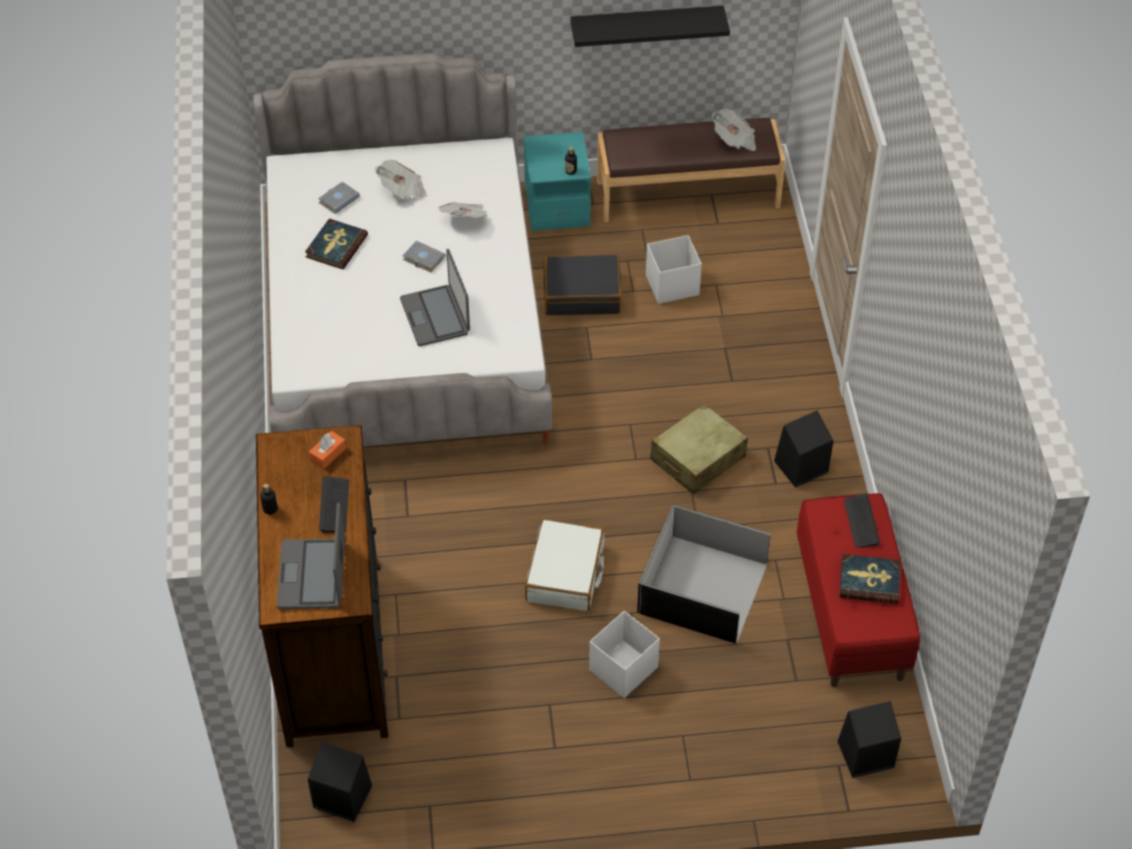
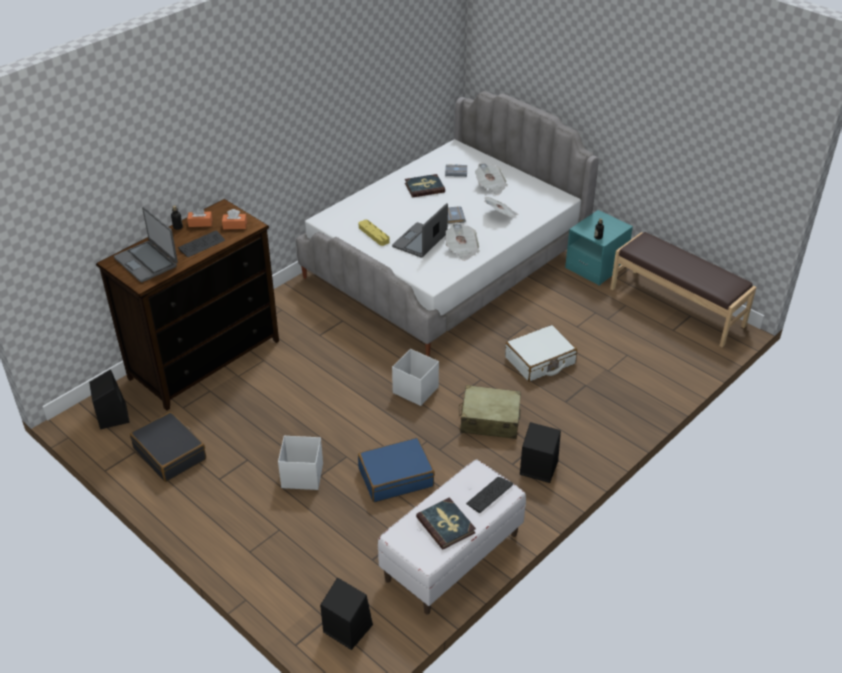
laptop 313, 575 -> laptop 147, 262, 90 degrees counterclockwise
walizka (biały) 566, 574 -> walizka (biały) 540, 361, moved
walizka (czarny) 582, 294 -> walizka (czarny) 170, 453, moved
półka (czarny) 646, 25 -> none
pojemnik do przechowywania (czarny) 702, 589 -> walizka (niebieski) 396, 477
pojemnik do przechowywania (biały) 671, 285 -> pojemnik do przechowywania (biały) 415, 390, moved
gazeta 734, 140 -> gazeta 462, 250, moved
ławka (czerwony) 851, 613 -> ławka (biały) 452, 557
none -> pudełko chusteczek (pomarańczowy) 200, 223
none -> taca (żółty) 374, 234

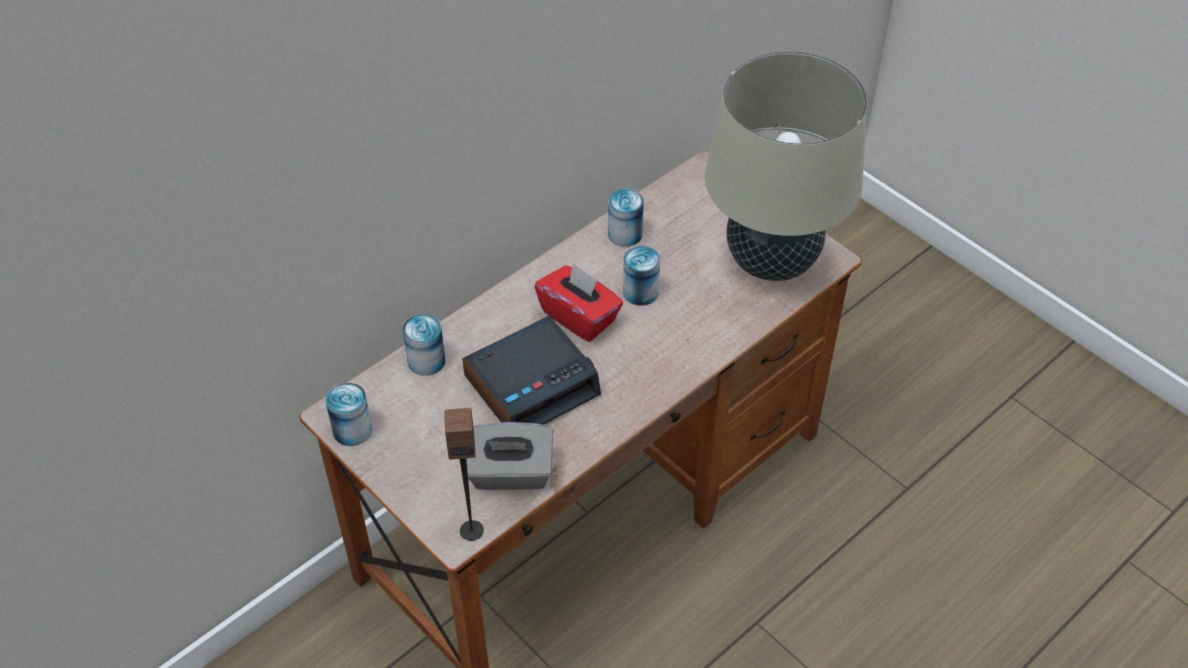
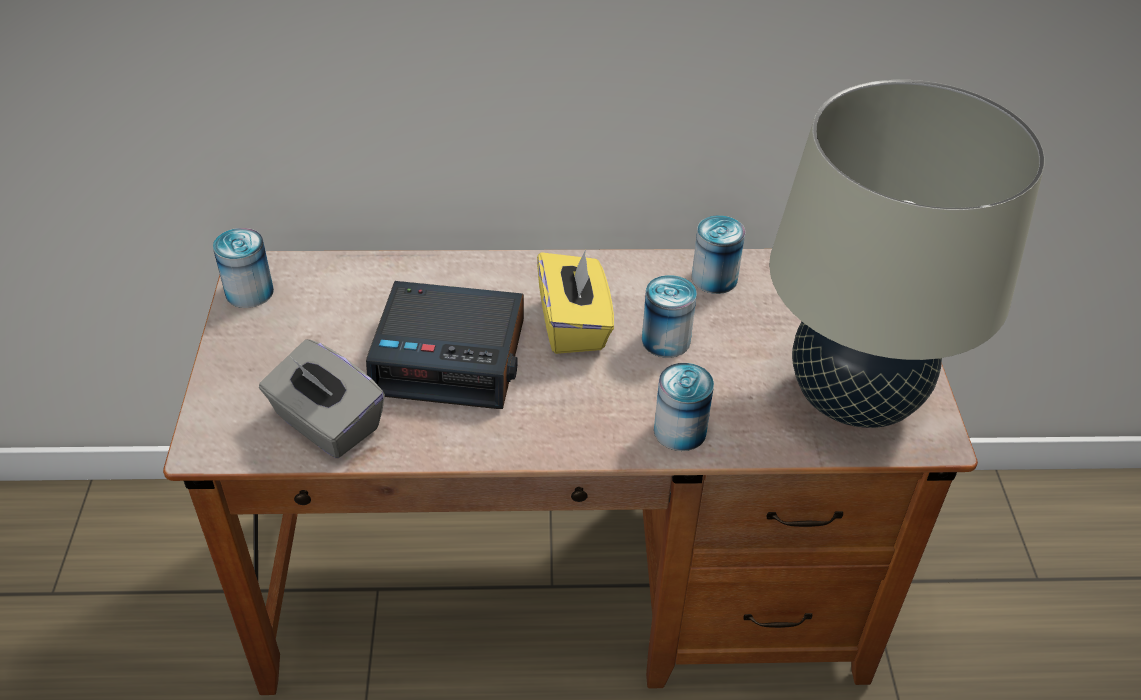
puszka 426, 361 -> puszka 680, 430, moved
głośnik 471, 530 -> none
pudełko chusteczek (czerwony) 579, 317 -> pudełko chusteczek (żółty) 574, 325

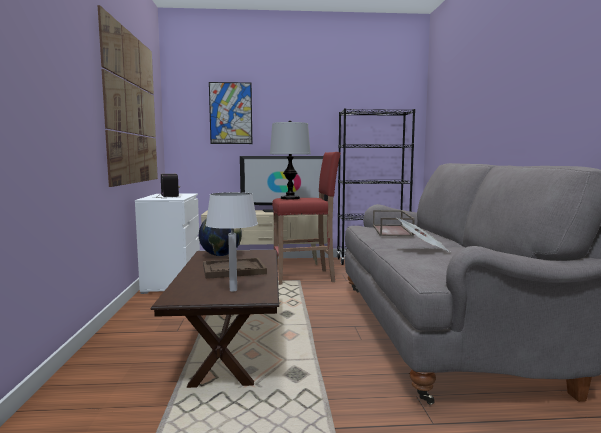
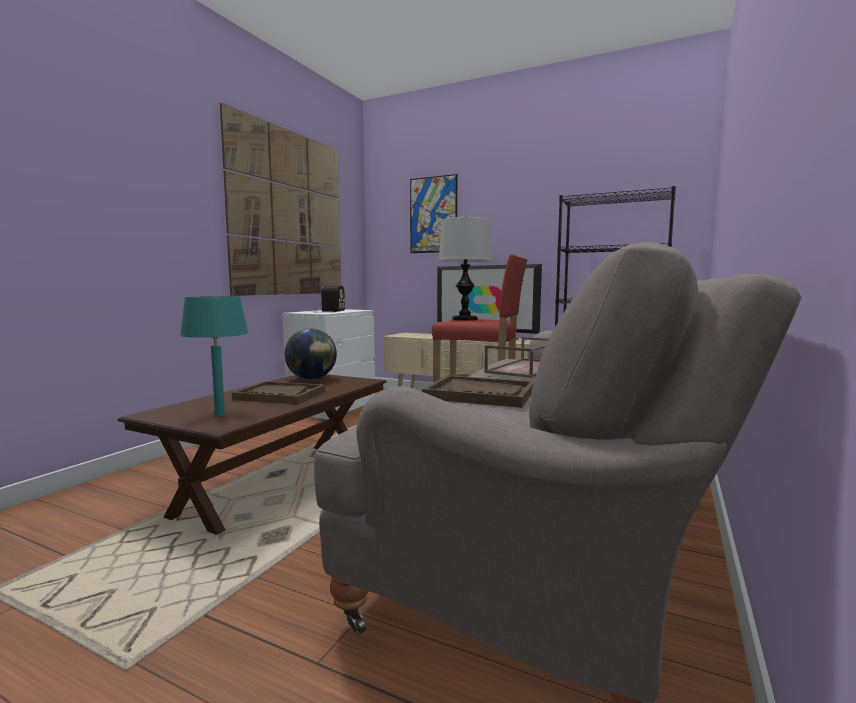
lampa stołowa (biały) 233, 290 -> lampa stołowa (turkusowy) 219, 414
gazeta 423, 249 -> taca (brązowy) 480, 394

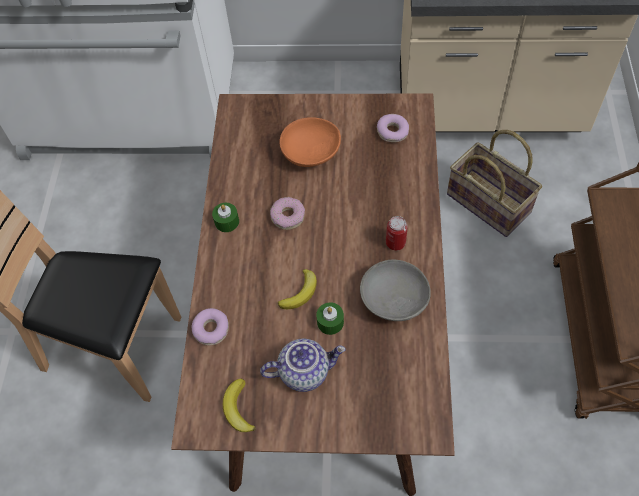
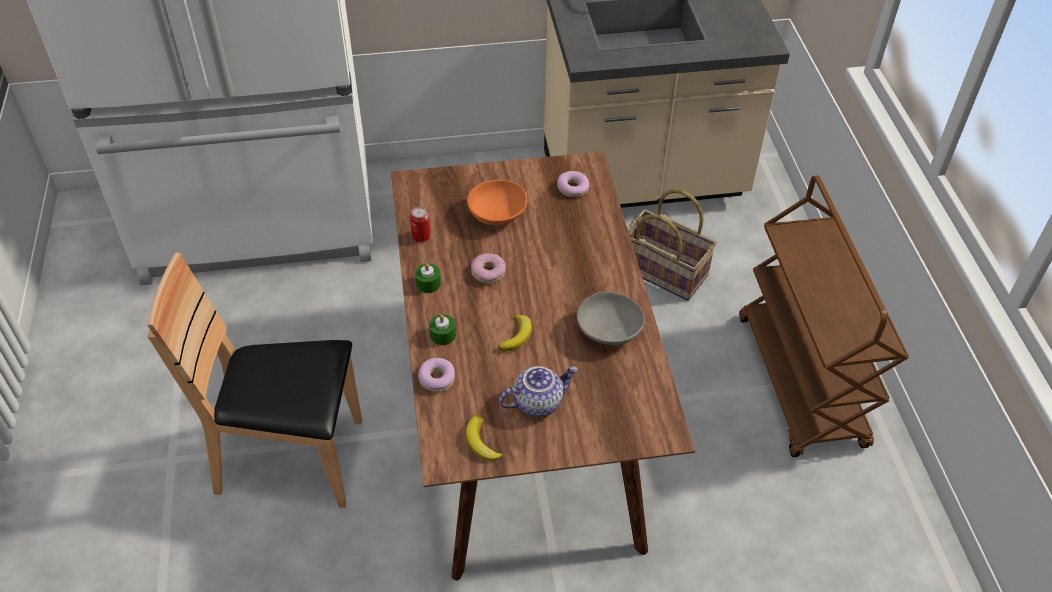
świeca (zielony) 330, 322 -> świeca (zielony) 443, 335, moved
puszka 395, 243 -> puszka 421, 236, moved

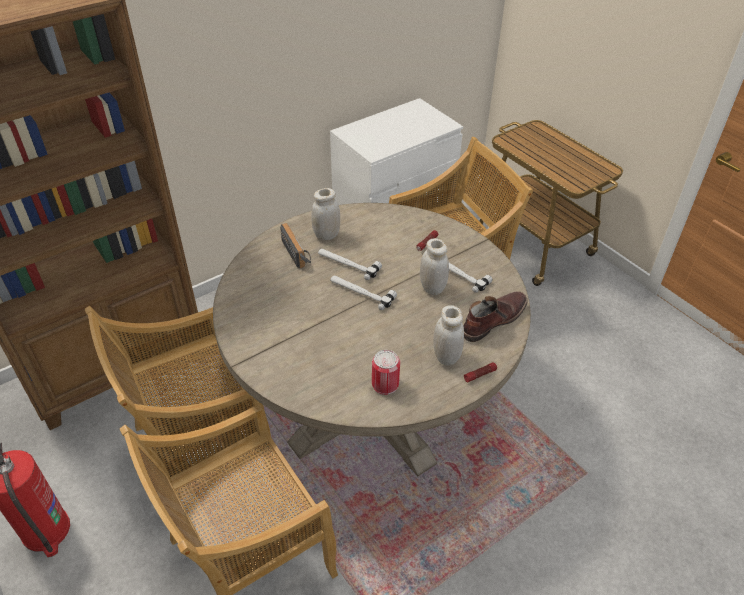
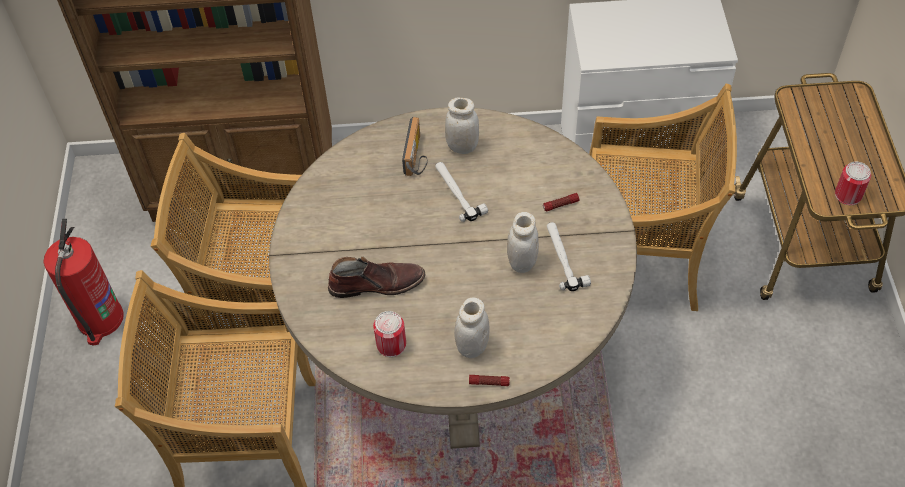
młotek 361, 292 -> none
but z cholewką (brązowy) 492, 320 -> but z cholewką (brązowy) 377, 283, moved
none -> puszka 848, 195

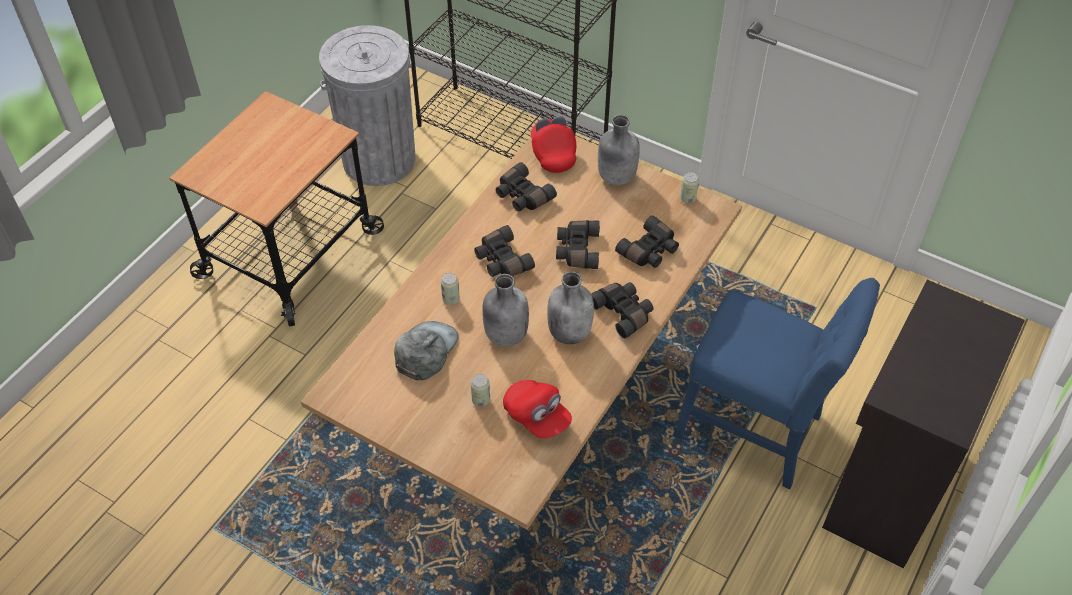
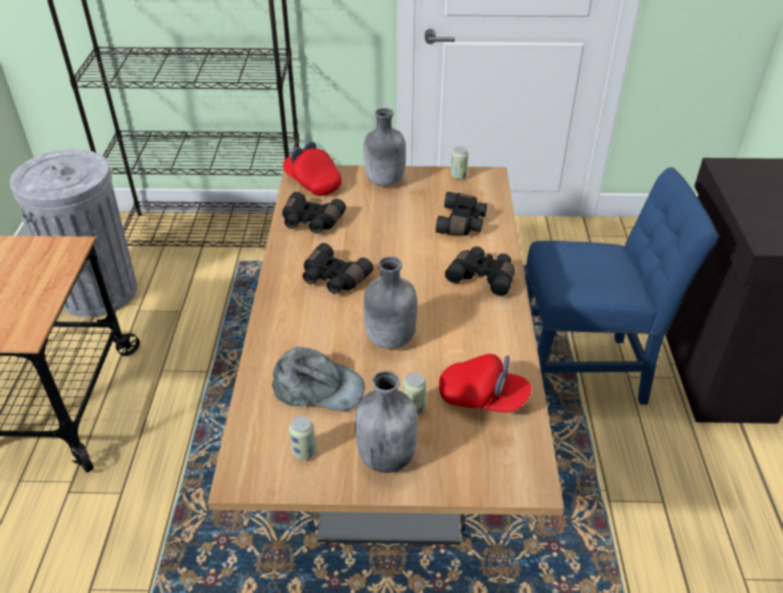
czapka z daszkiem (szary) 425, 351 -> czapka z daszkiem (szary) 318, 388, 105 degrees clockwise
puszka 451, 299 -> puszka 304, 452, moved
butelka (szary) 569, 332 -> butelka (szary) 386, 456, moved
lornetka (czarny) 577, 250 -> none

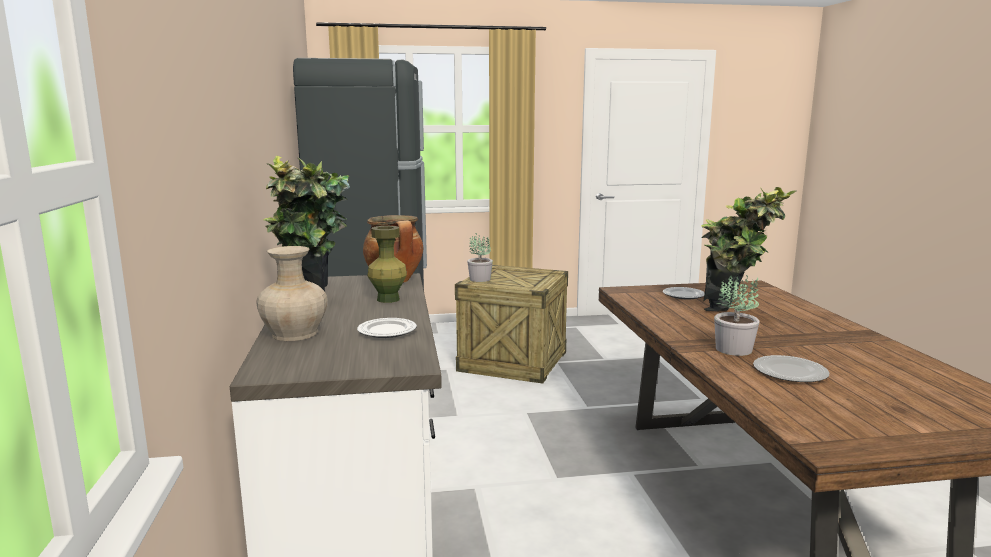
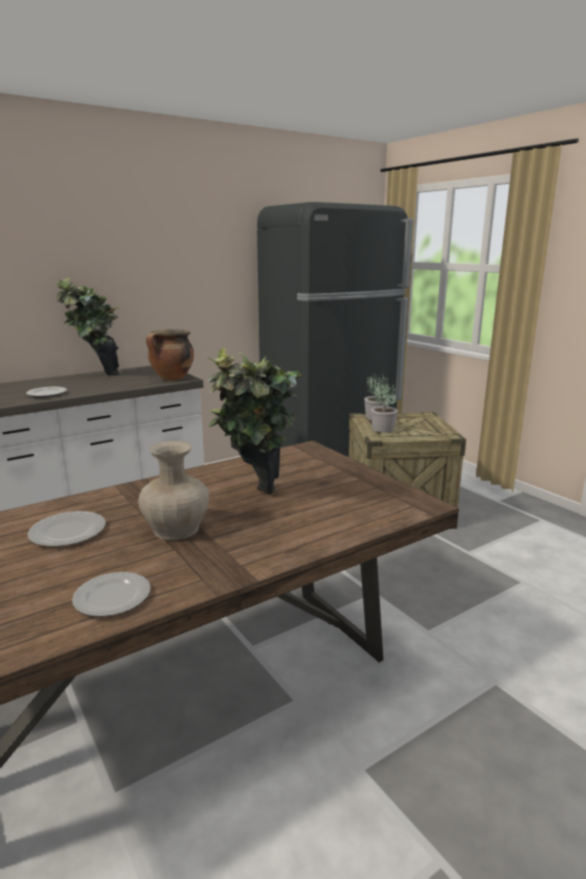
wazon (beżowy) 295, 334 -> wazon (beżowy) 175, 529, moved
wazon (zielony) 388, 299 -> none
talerz 683, 295 -> talerz 112, 597, moved
roślina doniczkowa 734, 349 -> roślina doniczkowa 383, 429, moved

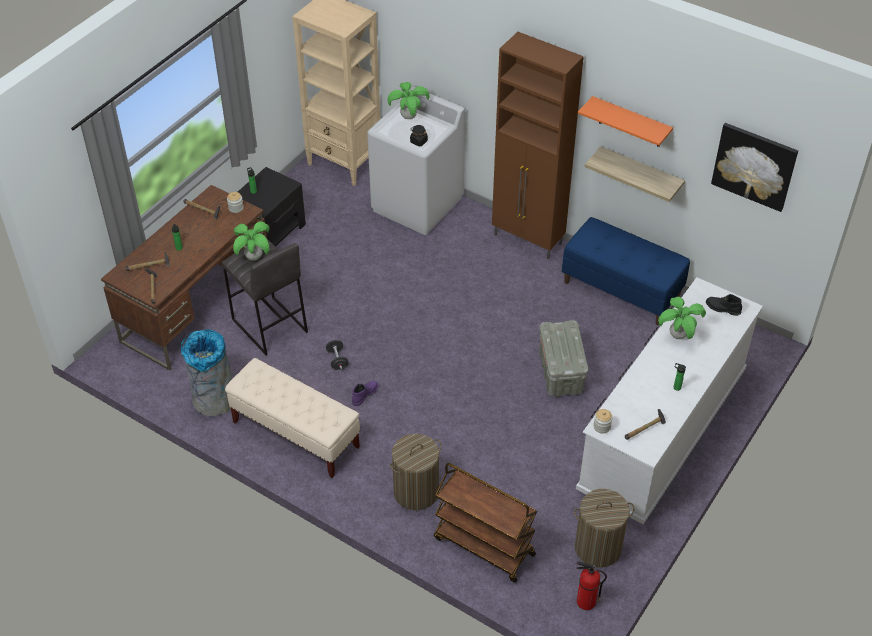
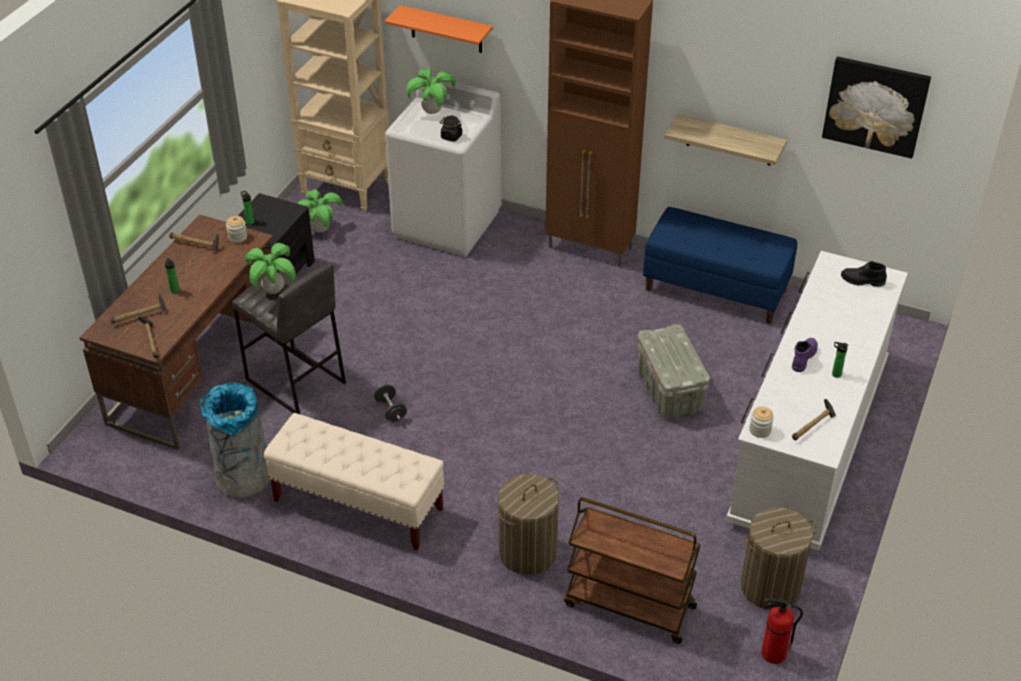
but z cholewką (fioletowy) 364, 394 -> but z cholewką (fioletowy) 803, 357, moved
półka (pomarańczowy) 630, 122 -> półka (pomarańczowy) 446, 29, moved
roślina doniczkowa 678, 335 -> roślina doniczkowa 320, 230, moved

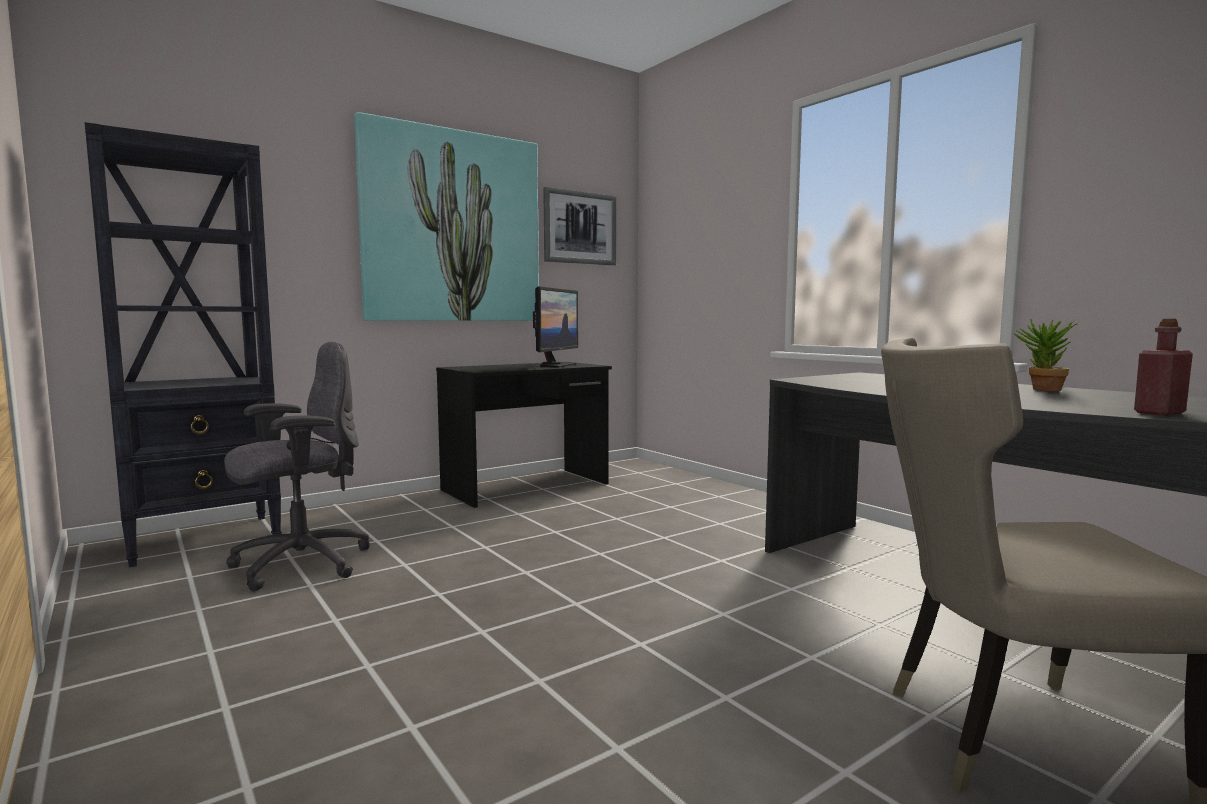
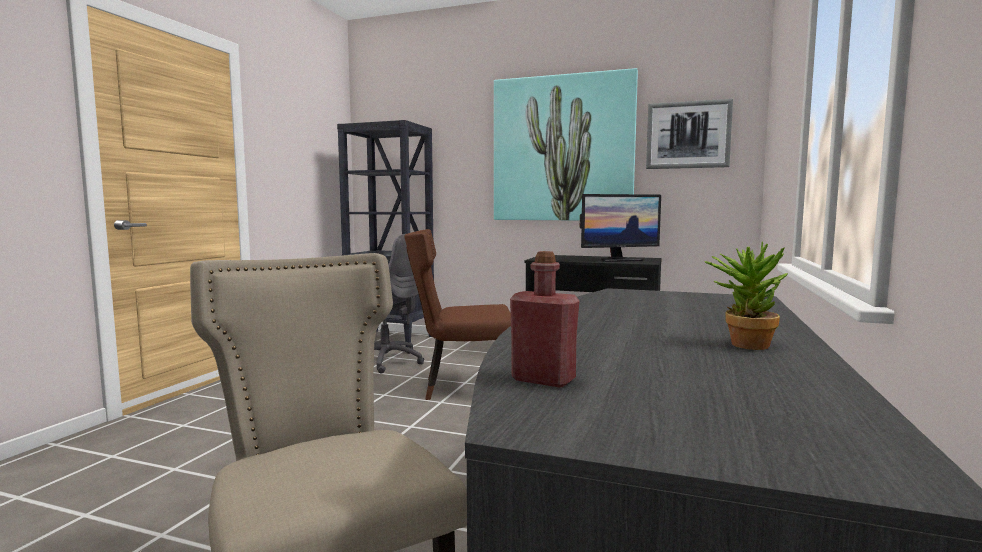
none -> krzesło (brązowy) 462, 388

